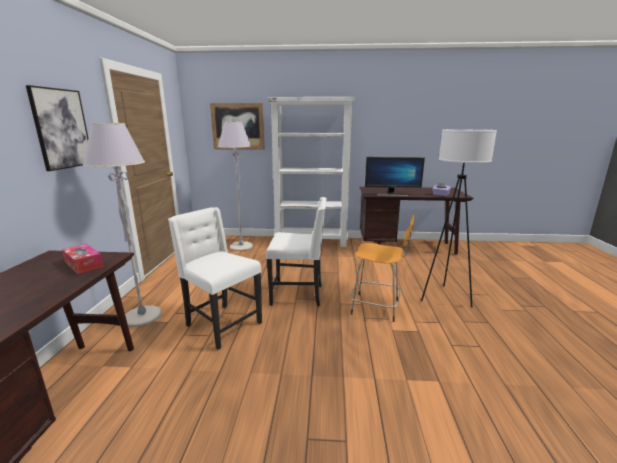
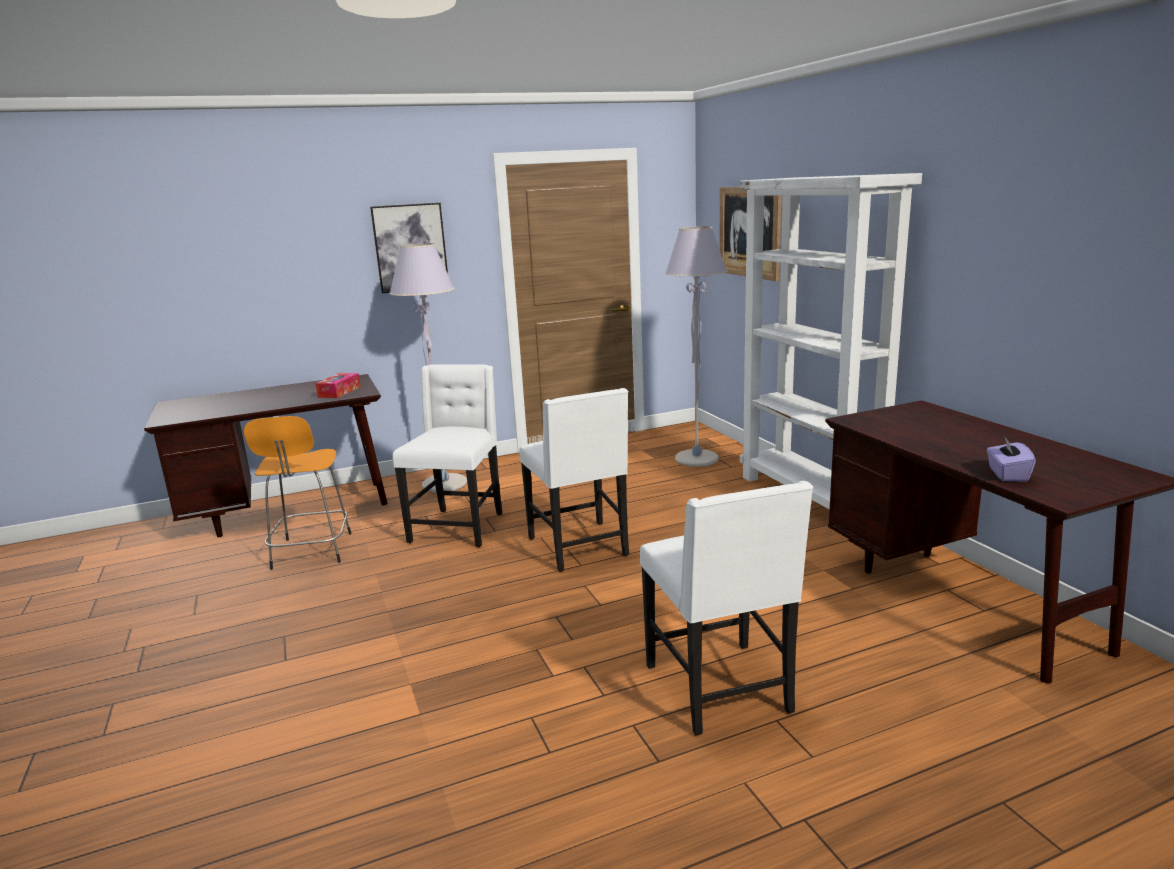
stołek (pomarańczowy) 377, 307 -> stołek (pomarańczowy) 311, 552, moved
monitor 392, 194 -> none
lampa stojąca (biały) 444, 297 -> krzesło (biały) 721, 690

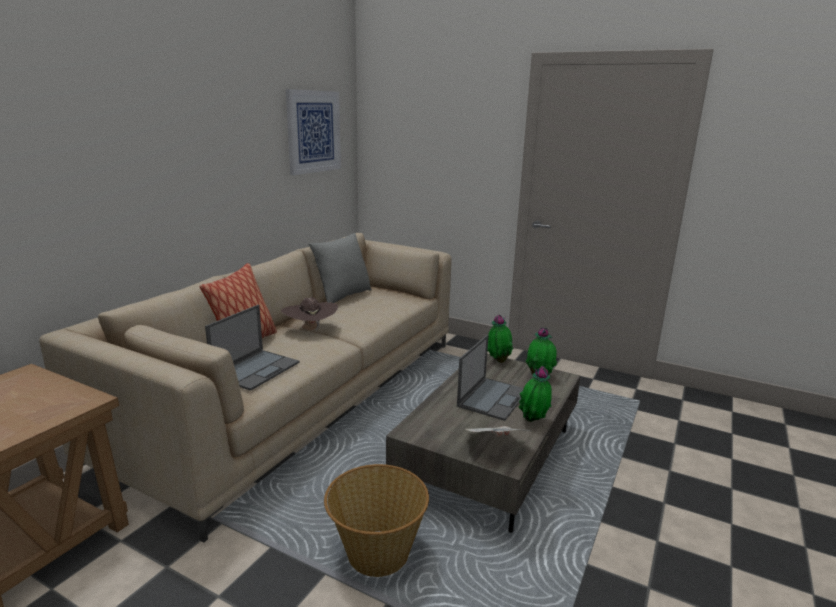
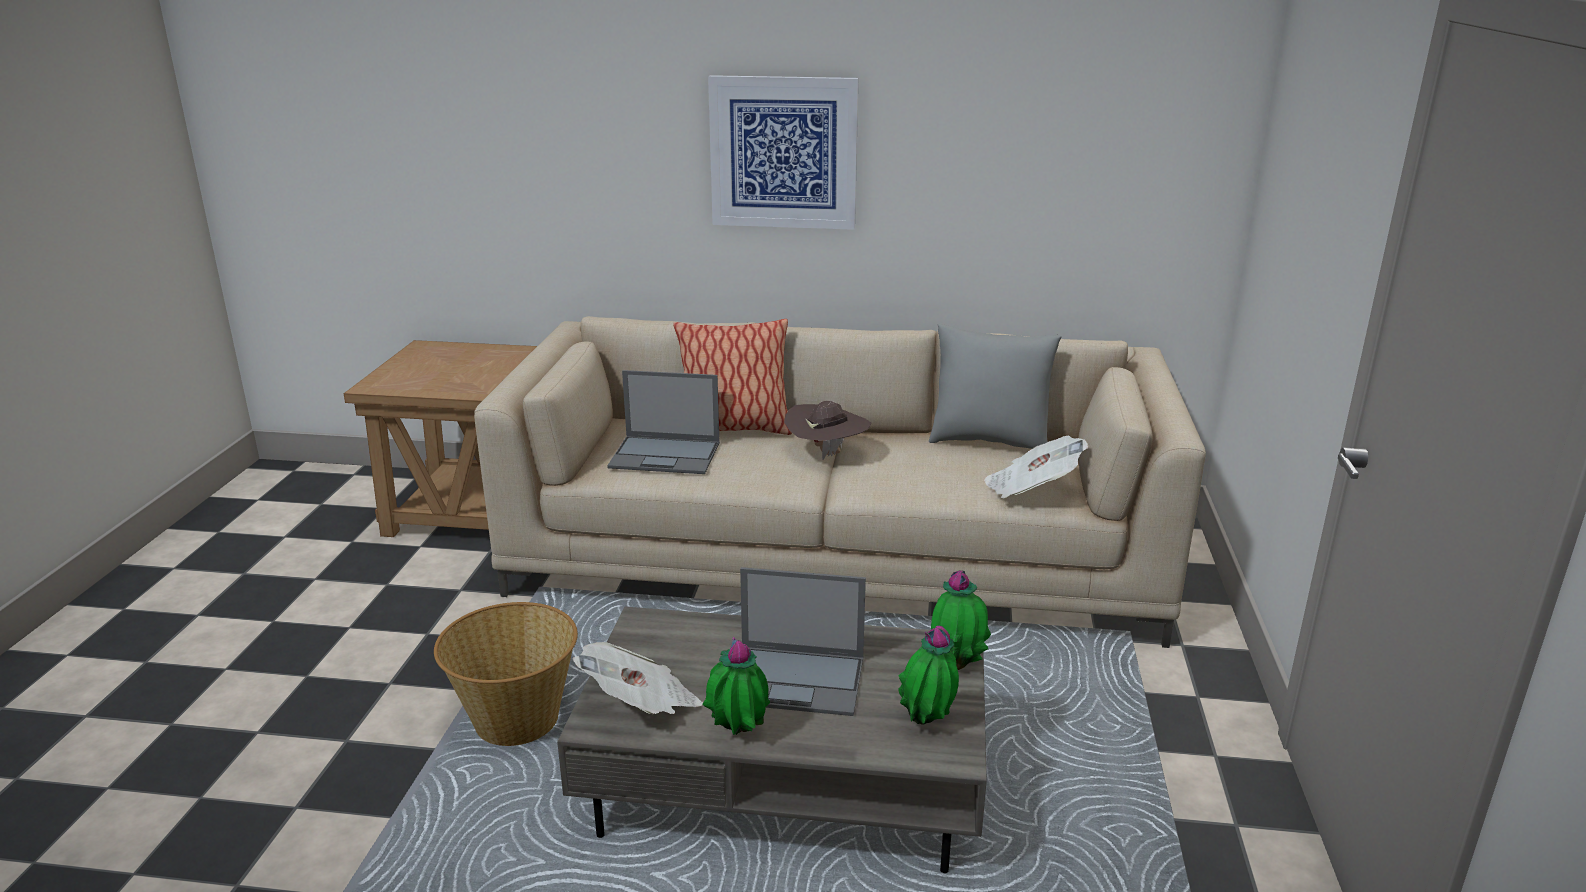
obraz 313, 132 -> obraz 783, 153, moved
none -> gazeta 1031, 489

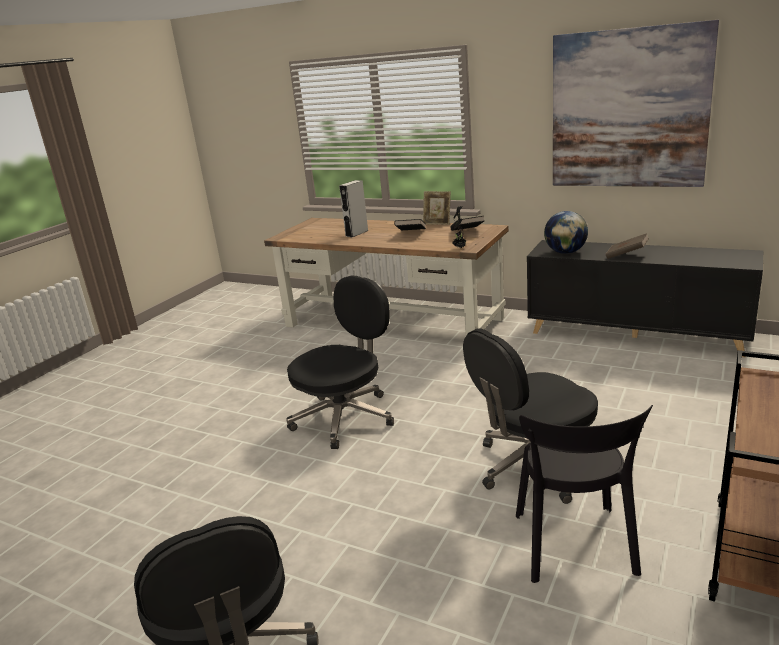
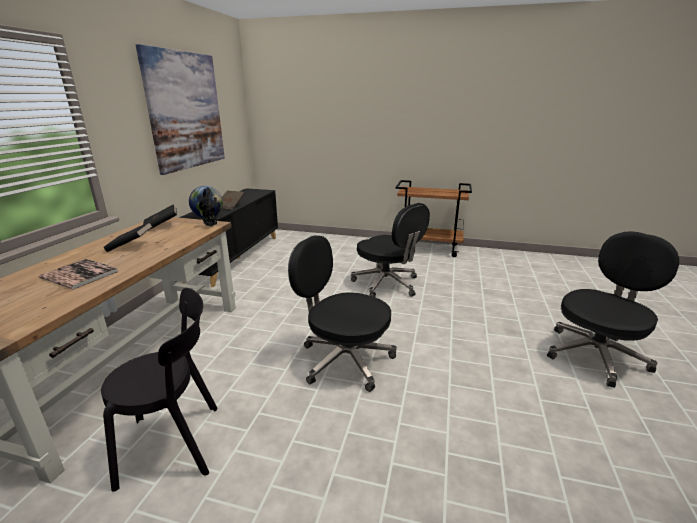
głośnik (szary) 356, 233 -> książka 80, 275
ramka na zdjęcie 437, 223 -> none
krzesło (czarny) 575, 548 -> krzesło (czarny) 176, 444, moved

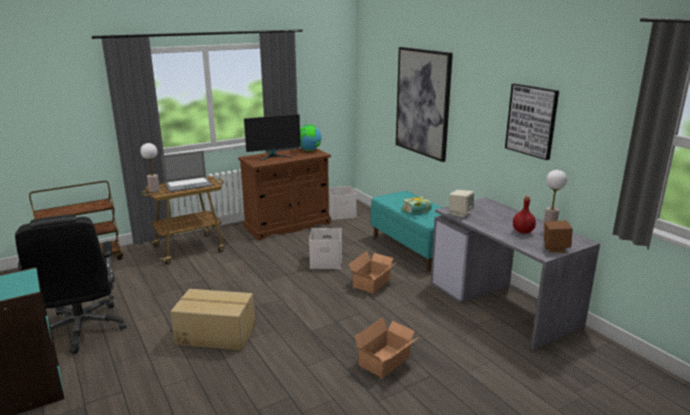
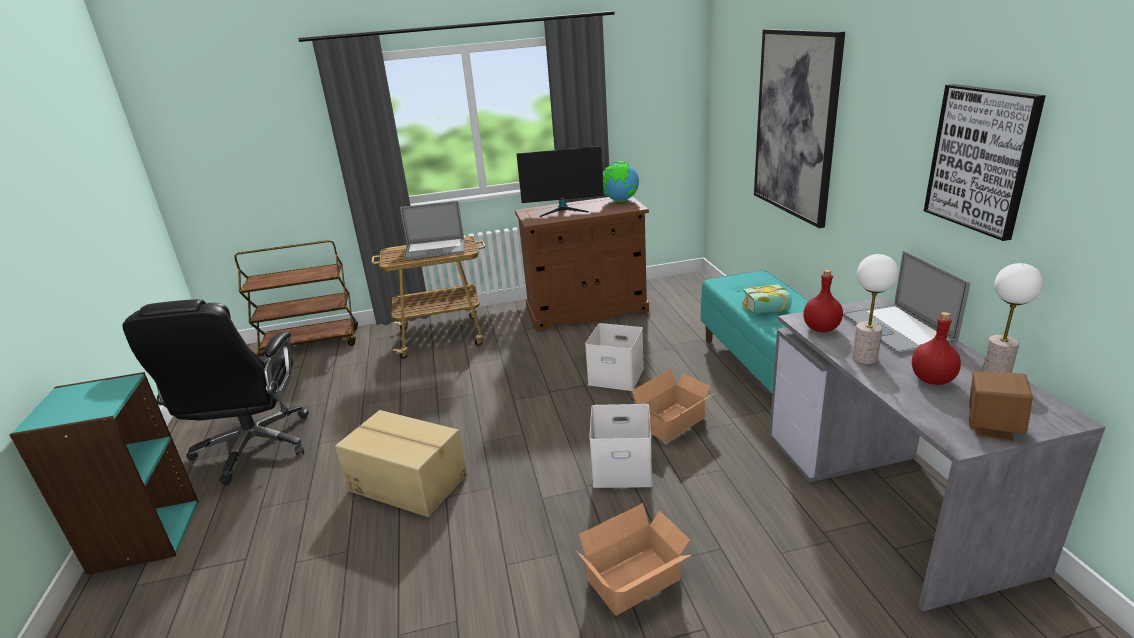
lampa stołowa 154, 190 -> lampa stołowa 865, 358, moved
pojemnik do przechowywania (biały) 341, 214 -> pojemnik do przechowywania (biały) 620, 469, moved
głośnik (beżowy) 460, 213 -> butelka (czerwony) 820, 328
none -> laptop 896, 329

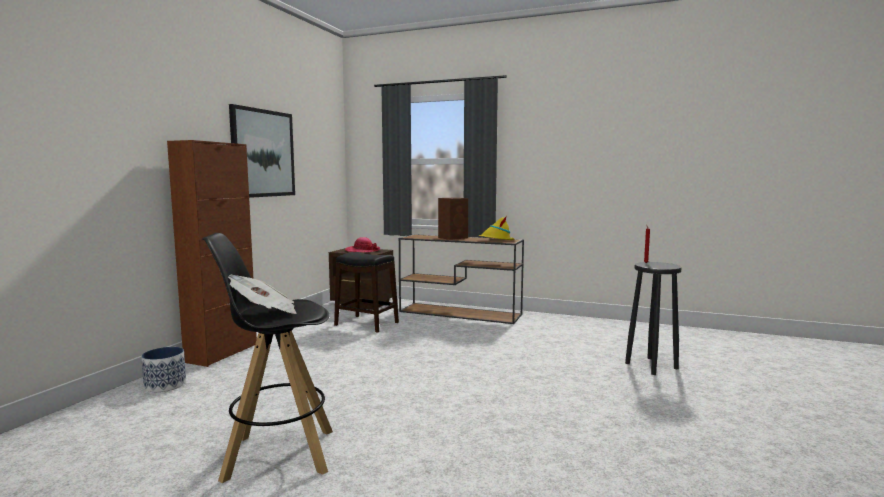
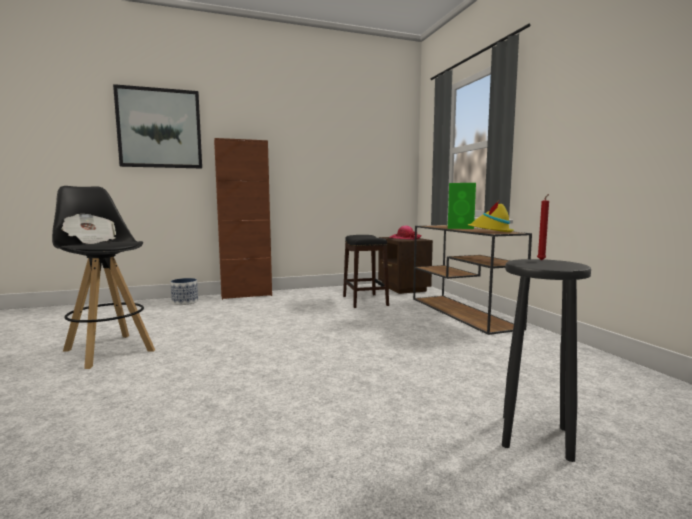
obraz 263, 153 -> obraz 160, 128, moved
głośnik (brązowy) 453, 238 -> głośnik (zielony) 461, 228

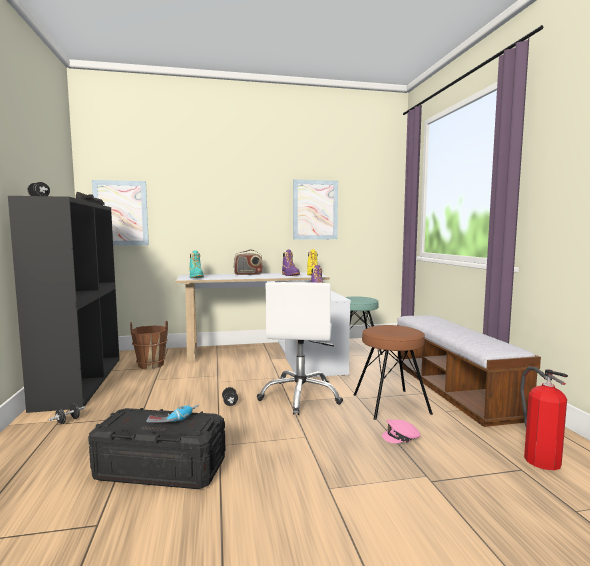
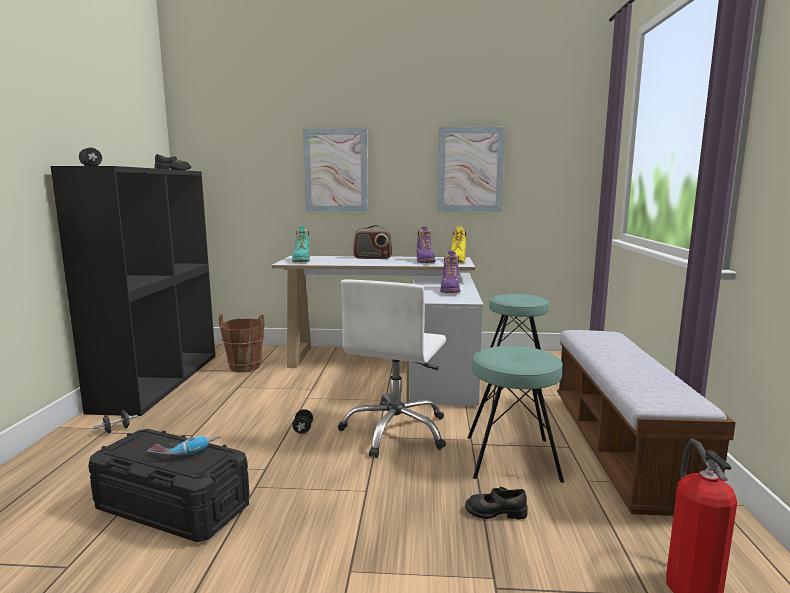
obraz 121, 213 -> obraz 336, 170, moved
stołek (brązowy) 390, 404 -> stołek (turkusowy) 511, 458
czapka z daszkiem (różowy) 401, 437 -> but (czarny) 495, 511

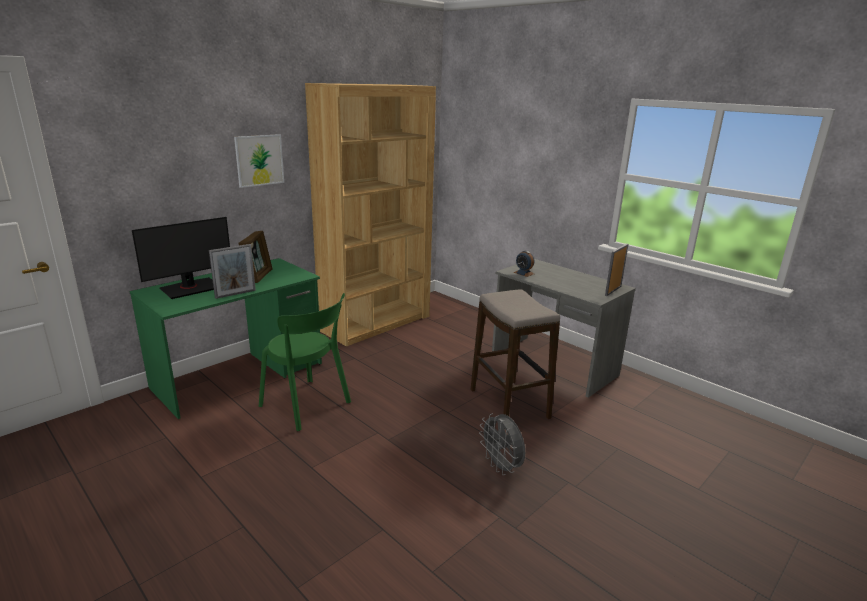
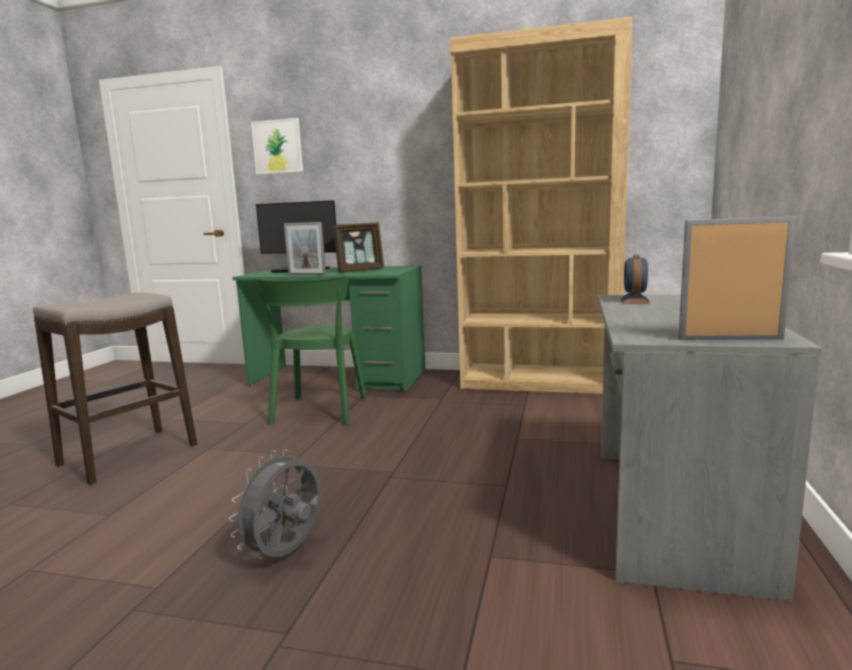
obraz 259, 160 -> obraz 277, 146, moved
stołek 509, 404 -> stołek 128, 455, moved

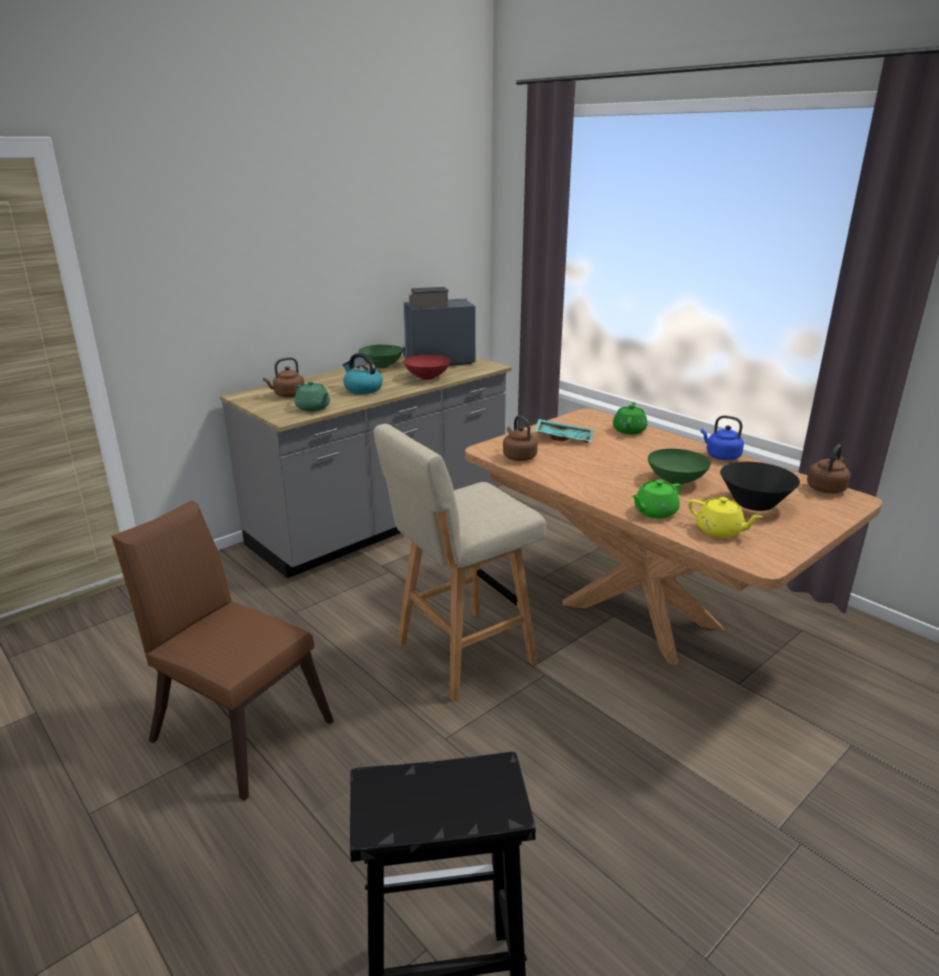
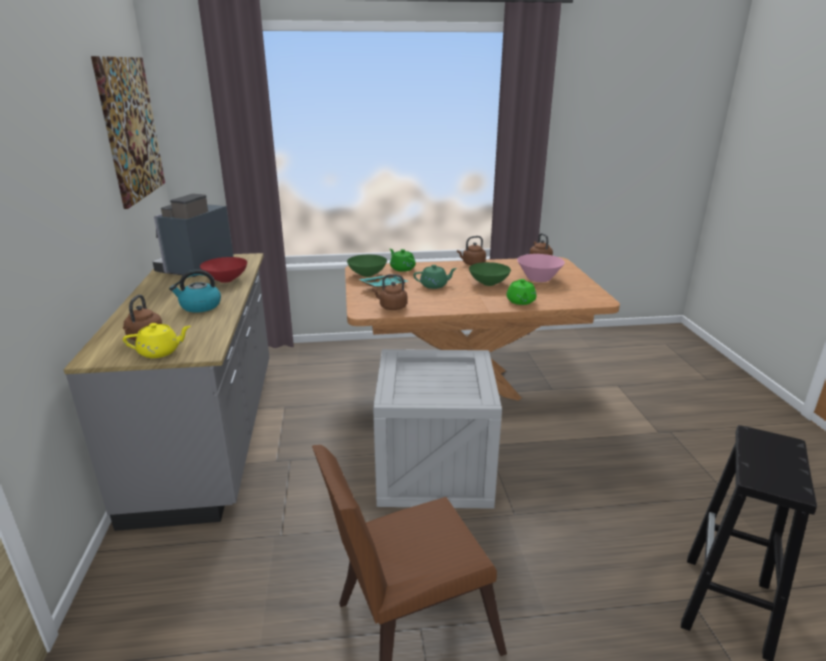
imbryk (zielony) 313, 408 -> imbryk (zielony) 434, 285, moved
miska (zielony) 382, 366 -> miska (zielony) 368, 274, moved
stołek (beżowy) 461, 654 -> skrzynka 434, 470
imbryk (żółty) 720, 531 -> imbryk (żółty) 160, 352, moved
czajnik (niebieski) 721, 456 -> czajnik (brązowy) 472, 264
miska (czarny) 754, 504 -> miska (różowy) 538, 279
none -> obraz 130, 129

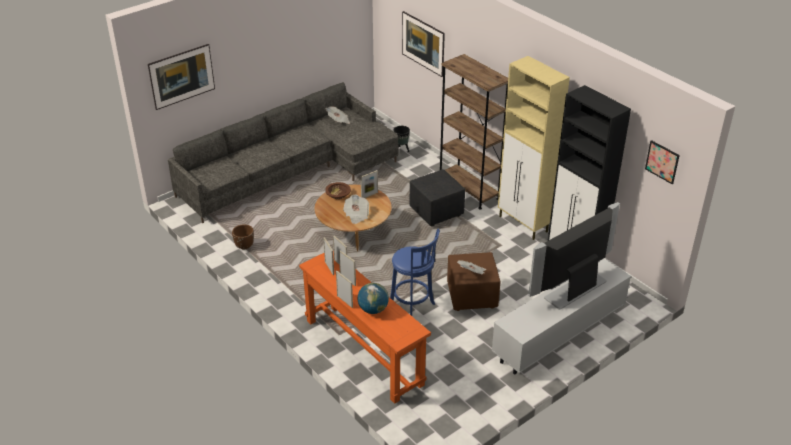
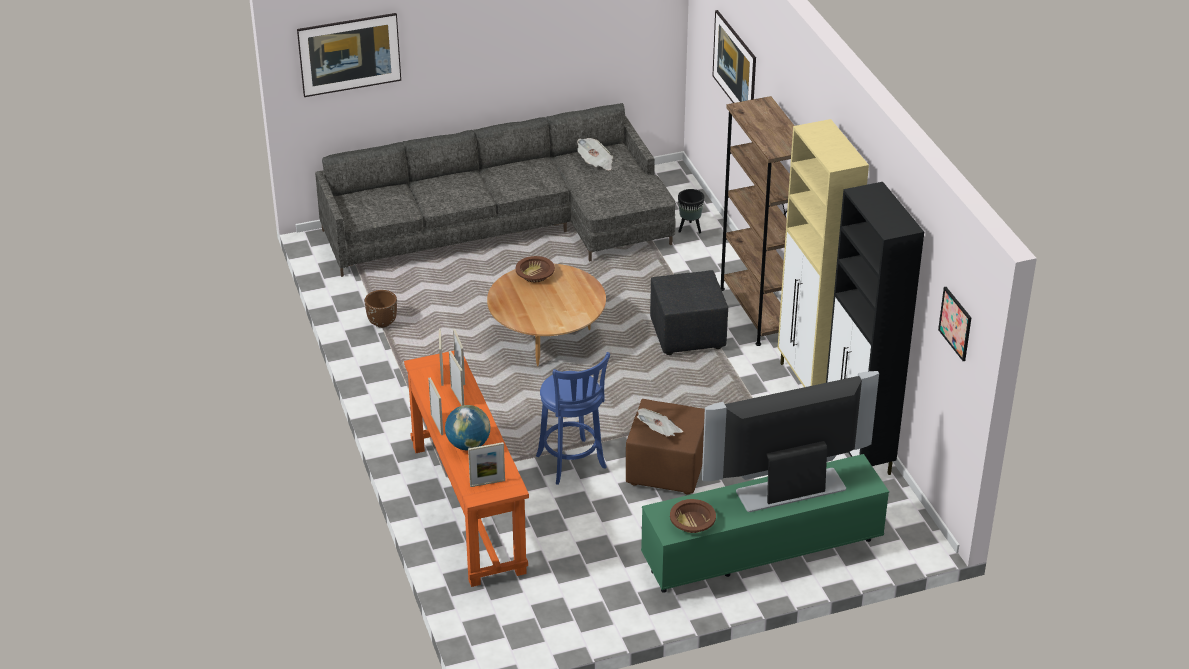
gazeta 356, 215 -> none
ramka na zdjęcie 369, 195 -> ramka na zdjęcie 487, 483, moved
szafka pod telewizor (biały) 557, 335 -> szafka pod telewizor (zielony) 760, 555
none -> miska (brązowy) 692, 522

